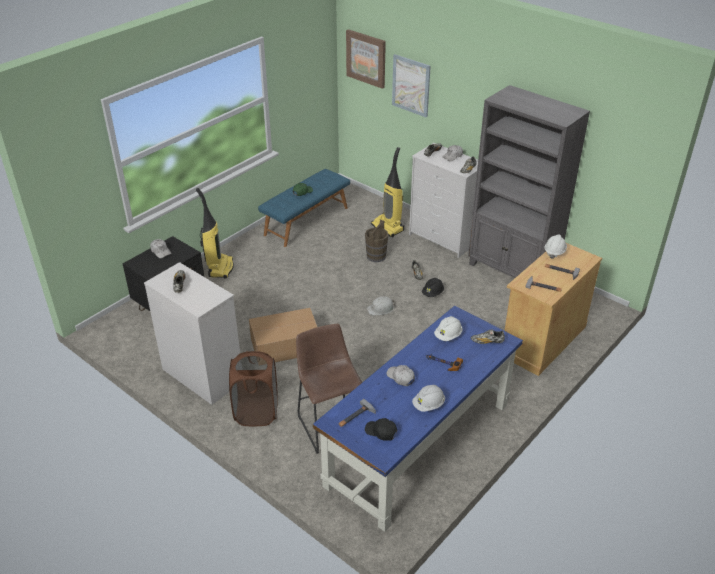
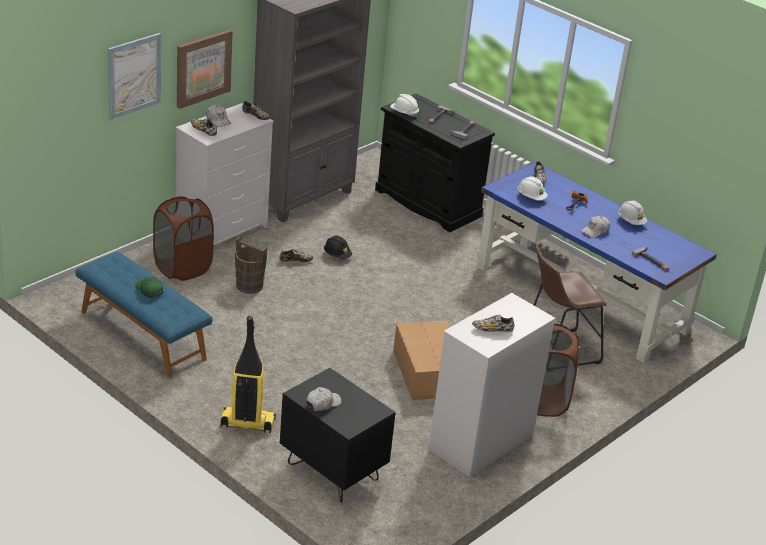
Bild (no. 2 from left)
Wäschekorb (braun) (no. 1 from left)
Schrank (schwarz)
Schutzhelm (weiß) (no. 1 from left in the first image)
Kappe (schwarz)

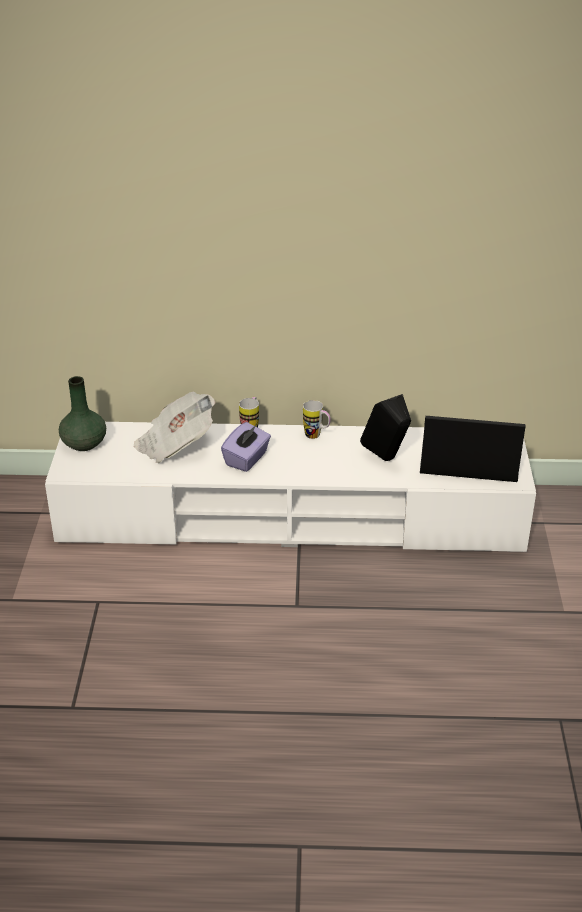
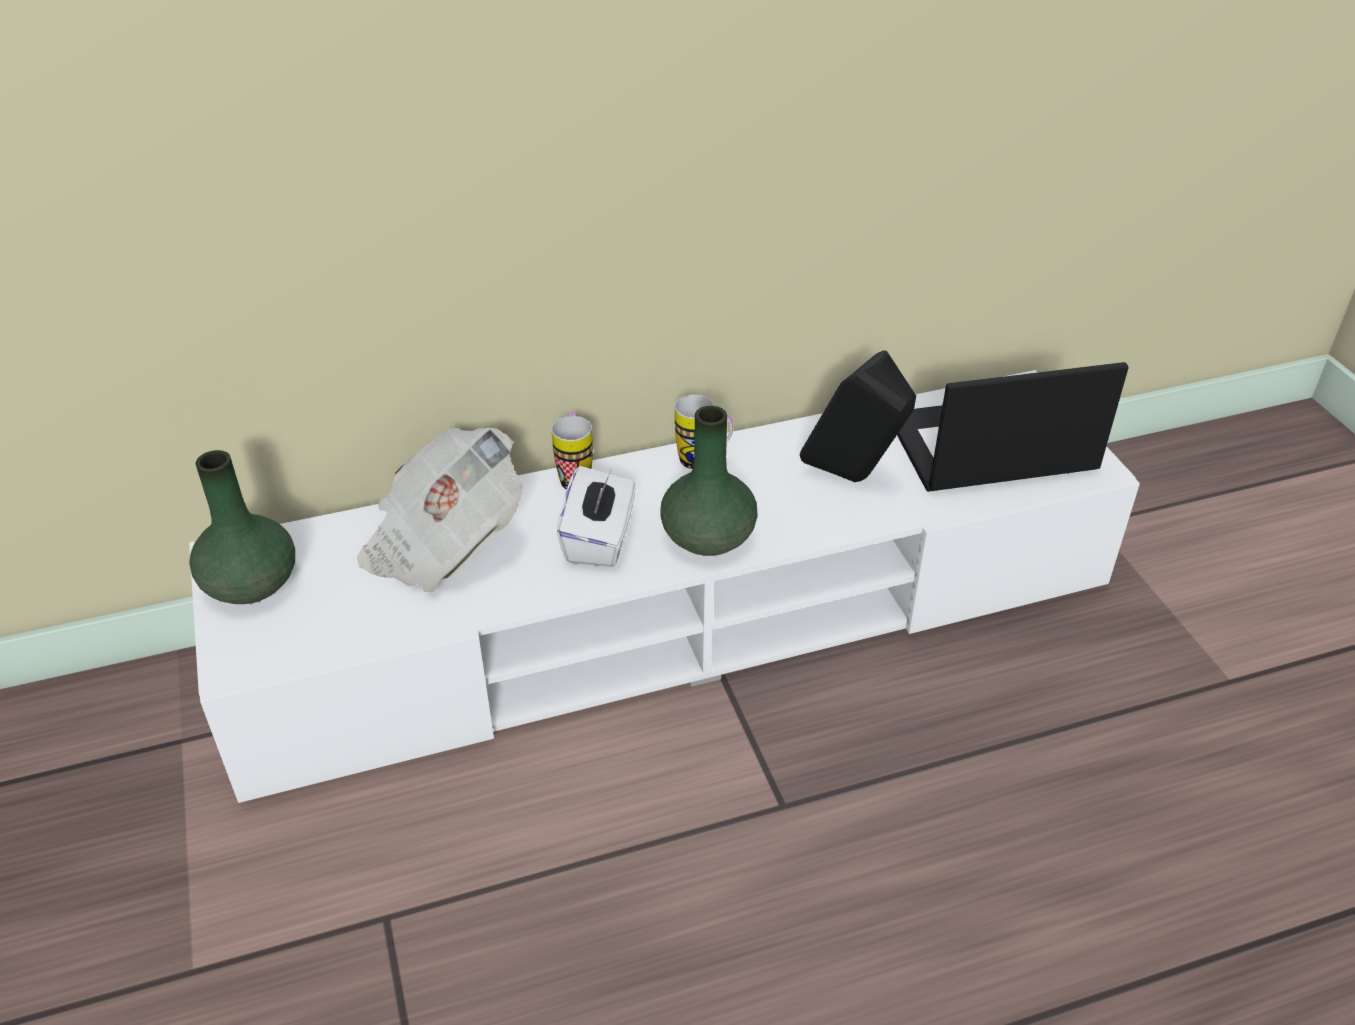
Taschentuchbox (weiß)
Vase (grün) (no. 2 from left)

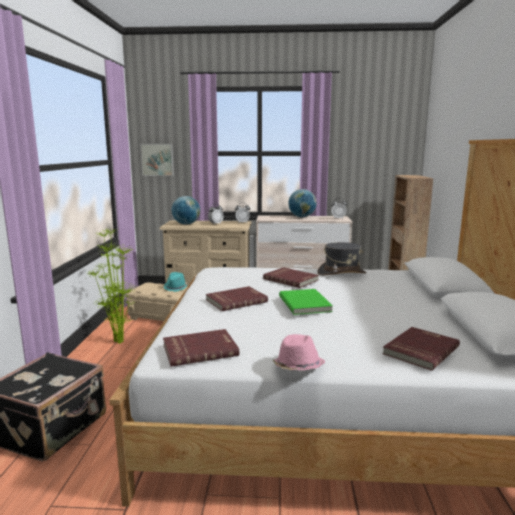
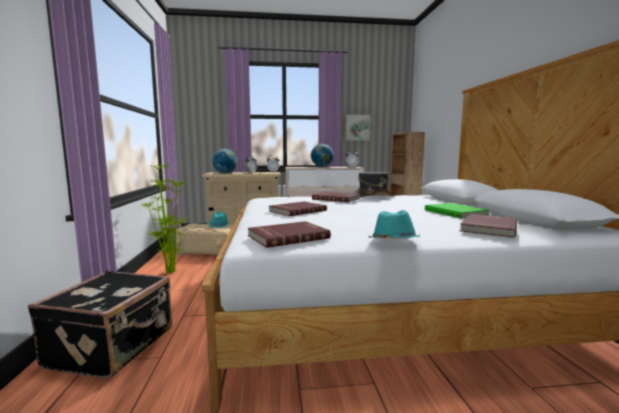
Bild
Buch (grün)
Hut (türkis) (no. 2 from left)

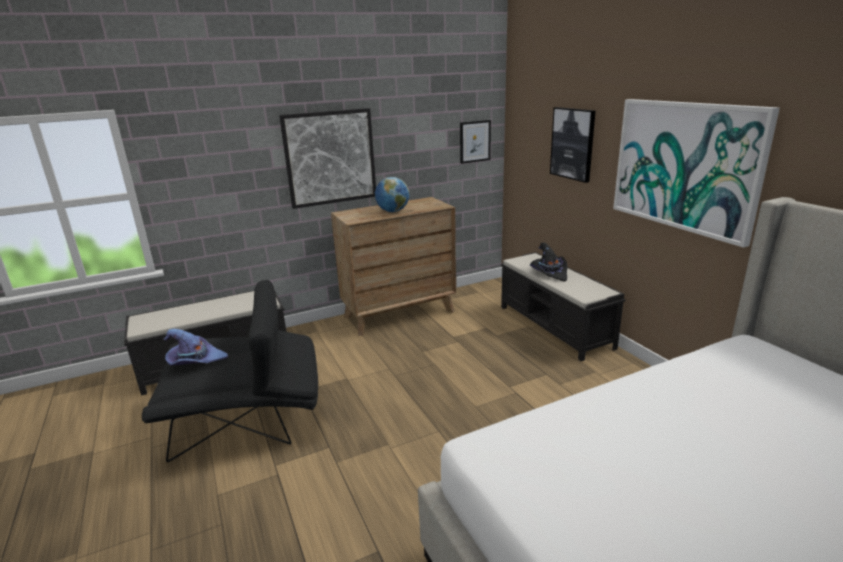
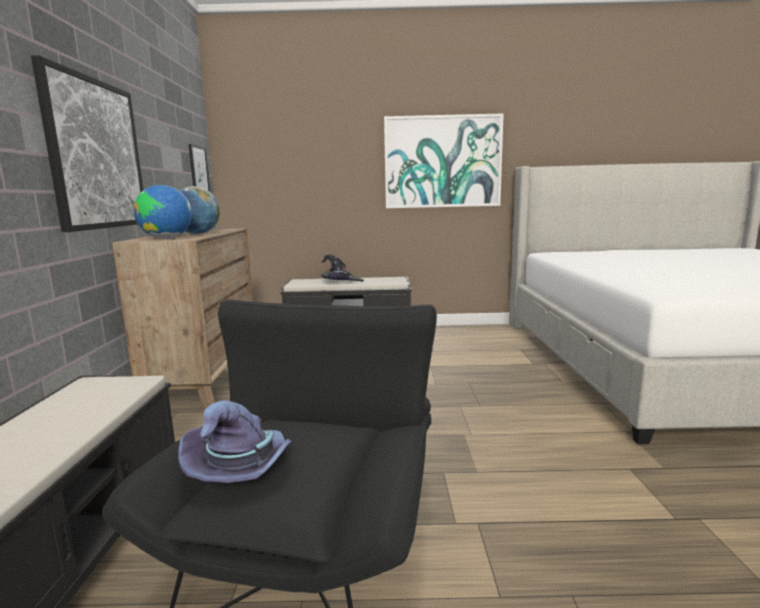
Bild (no. 3 from left in the first image)
Globus (no. 1 from left)

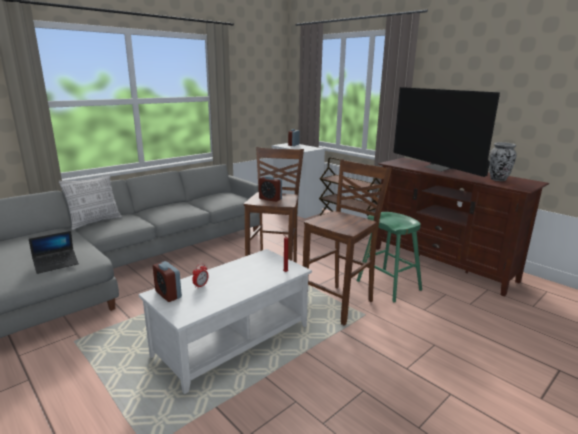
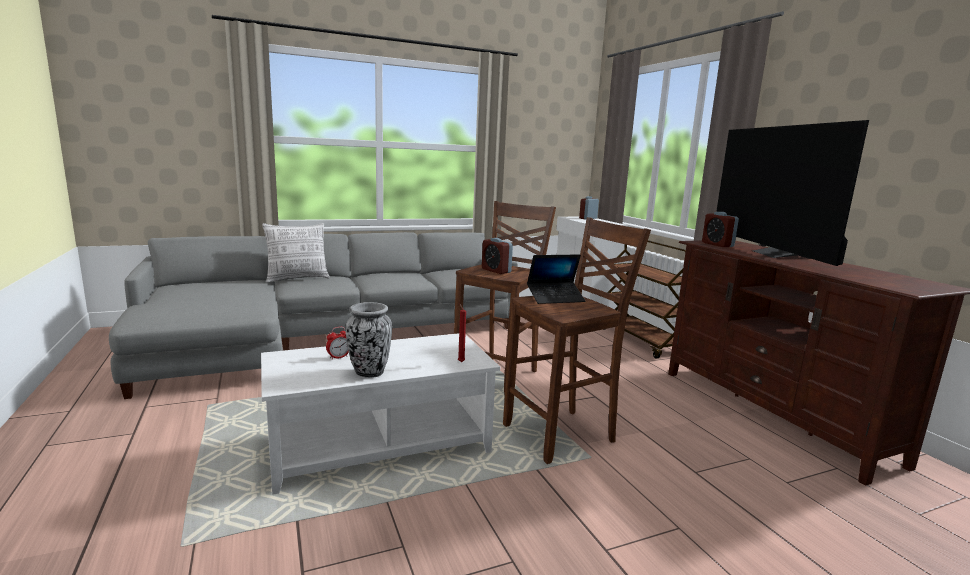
Vase
Hocker (grün)
Laptop
Wecker (no. 4 from left)

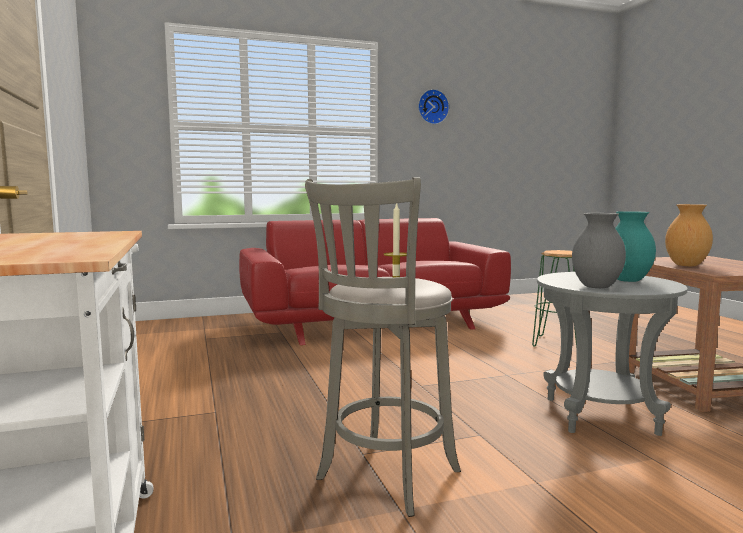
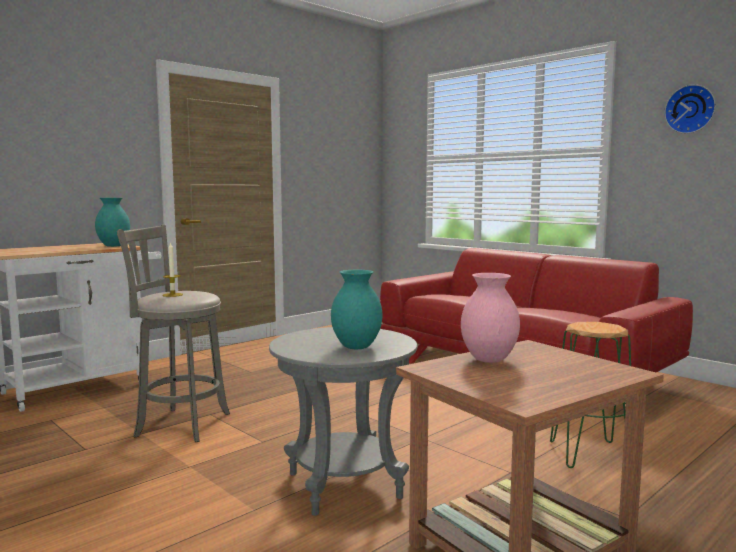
Vase (rosa)
Vase (grau)
Vase (türkis) (no. 1 from left)

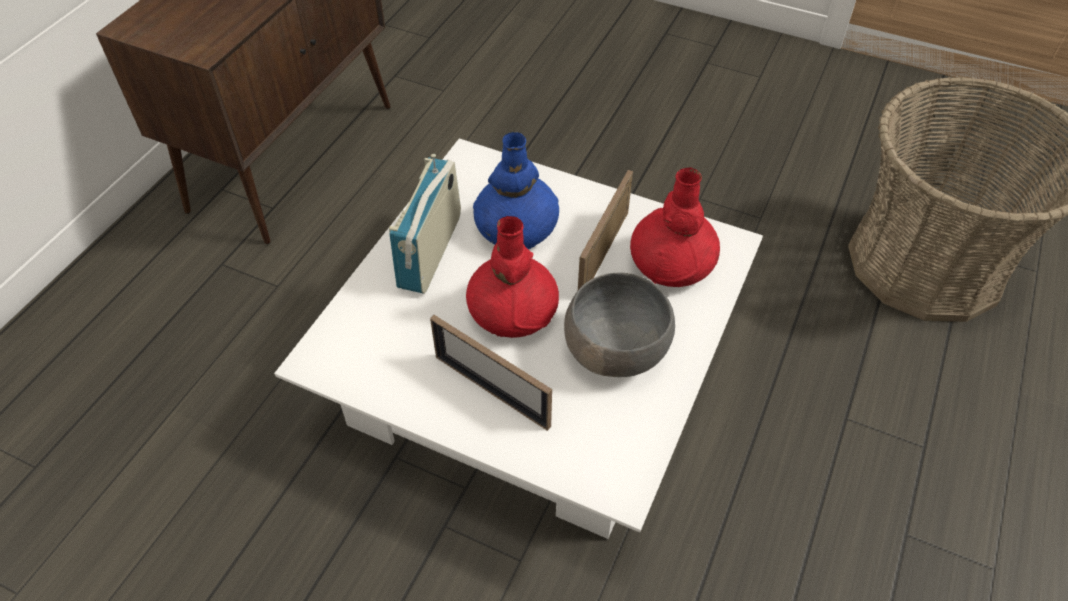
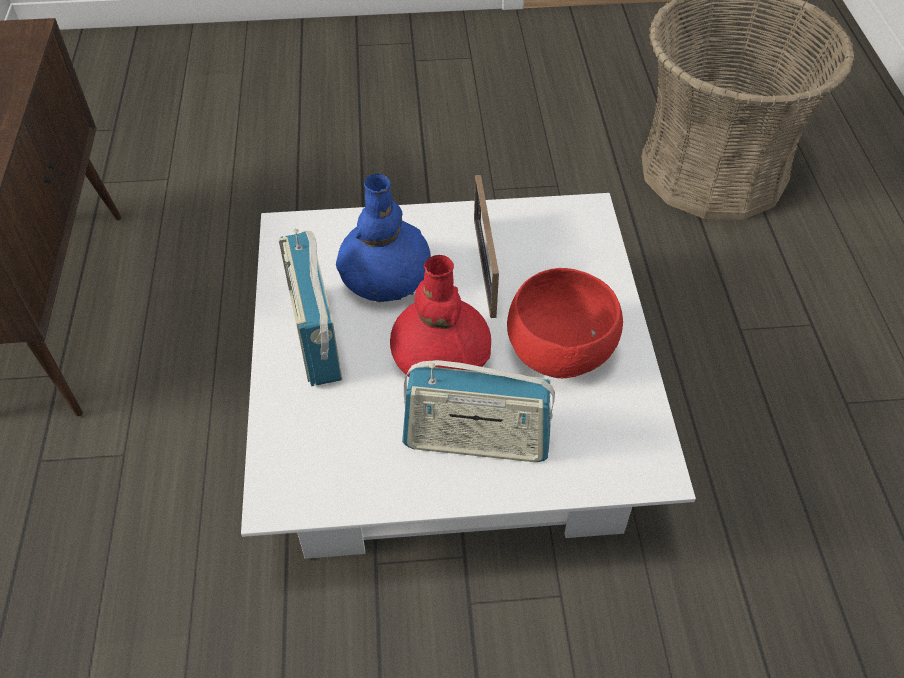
Vase (rot) (no. 2 from left in the first image)
Schüssel (rot)
Radio (no. 2 from left)

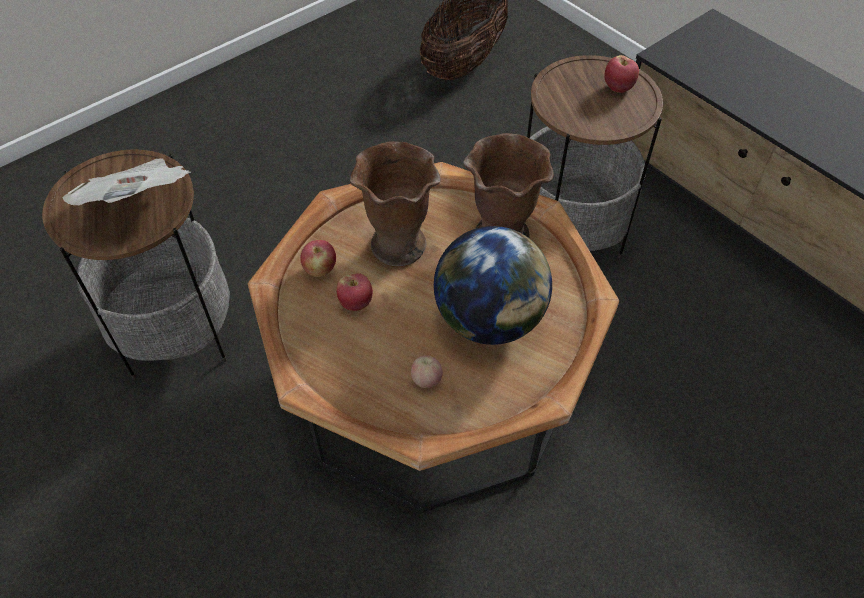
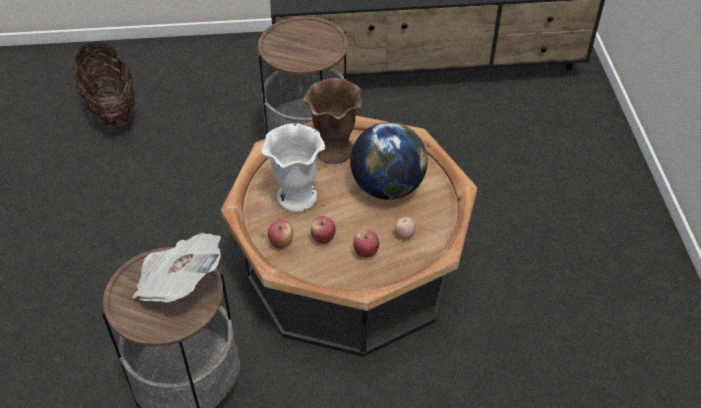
Apfel (no. 3 from left)
Vase (weiß)

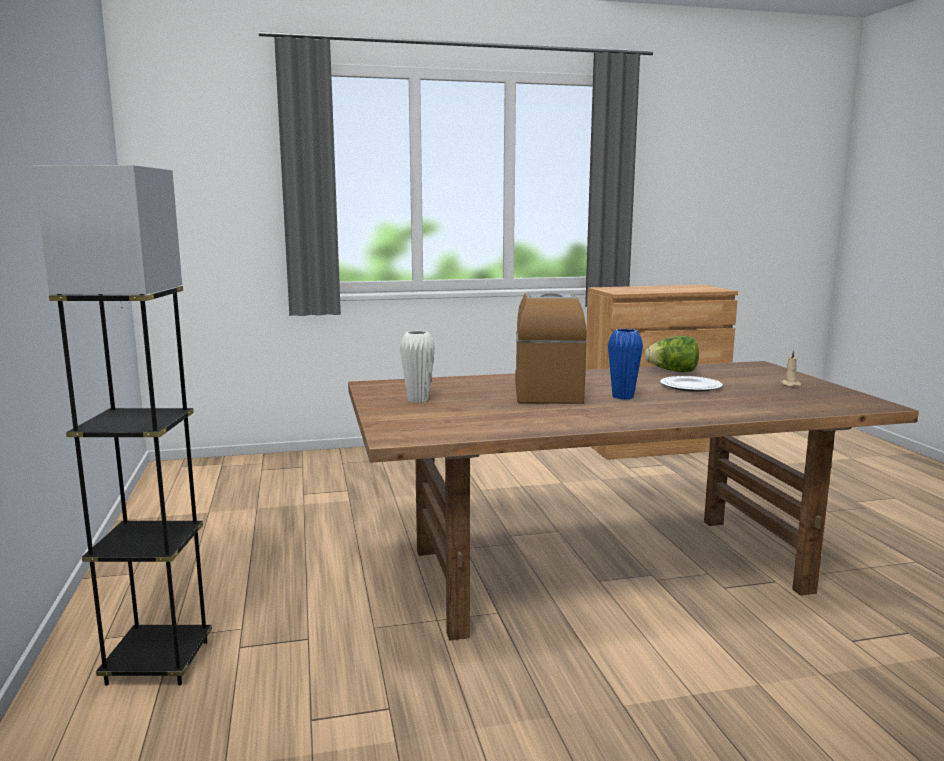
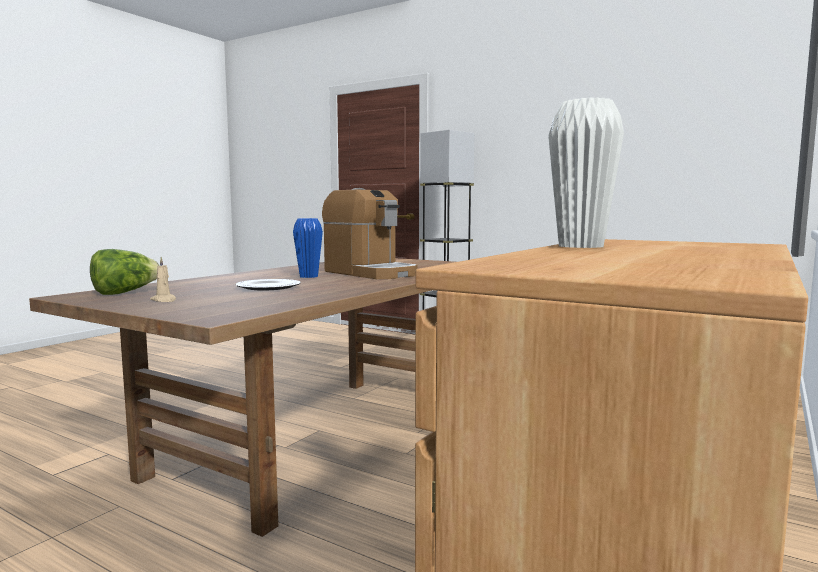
Vase (weiß)
Salatkopf

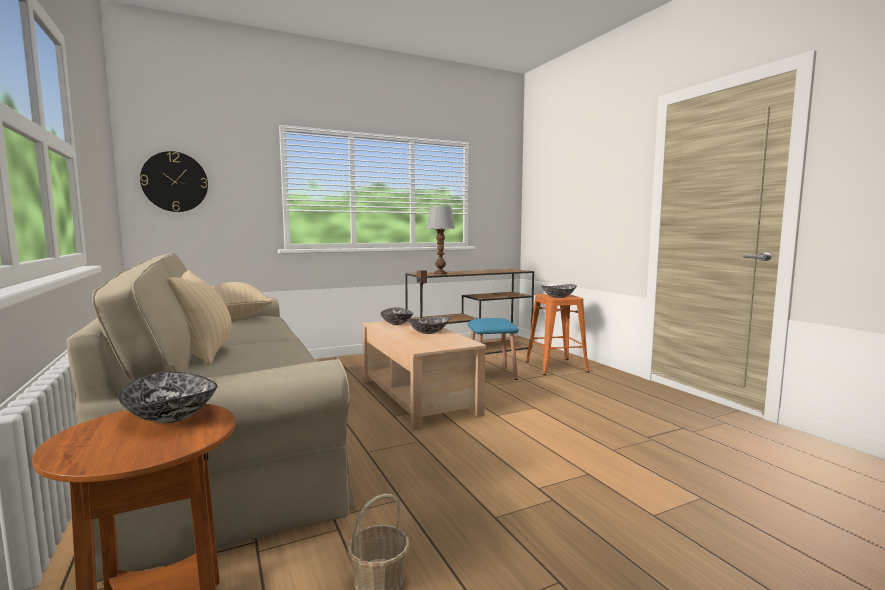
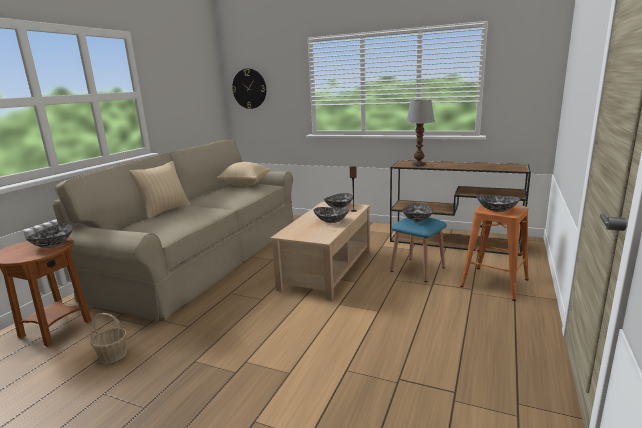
Schüssel (no. 4 from left)

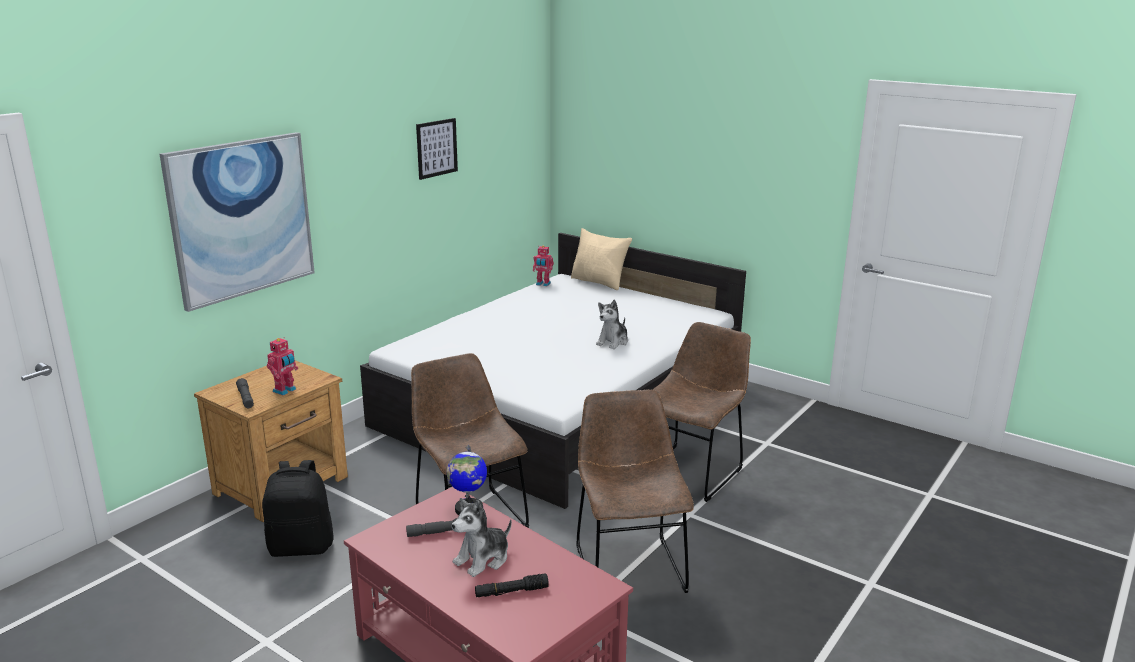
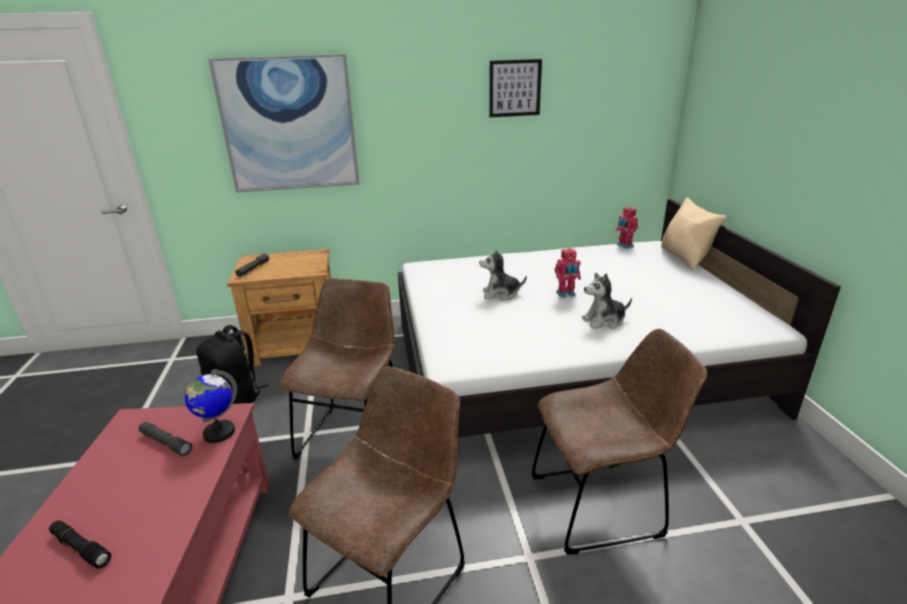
Spielzeugroboter (no. 1 from left)
Plüschtier (no. 1 from left)

